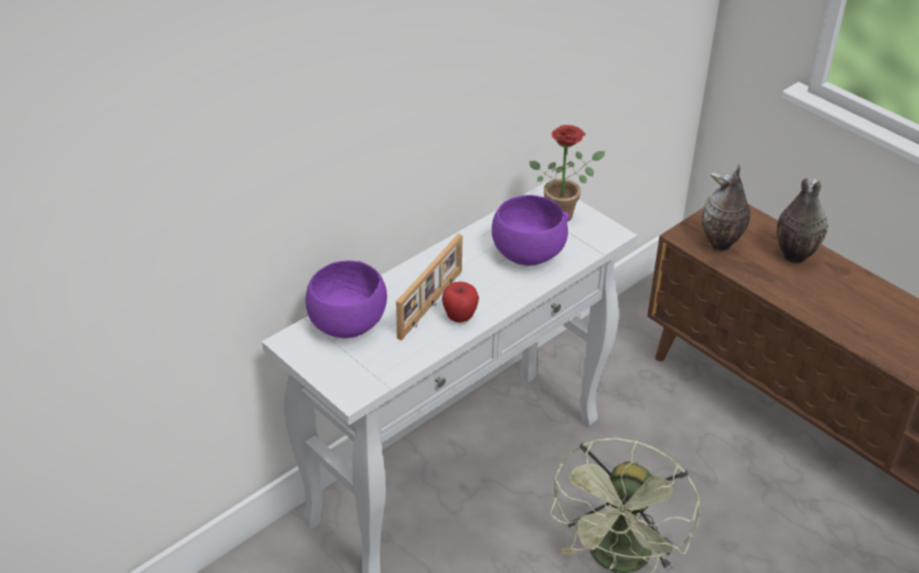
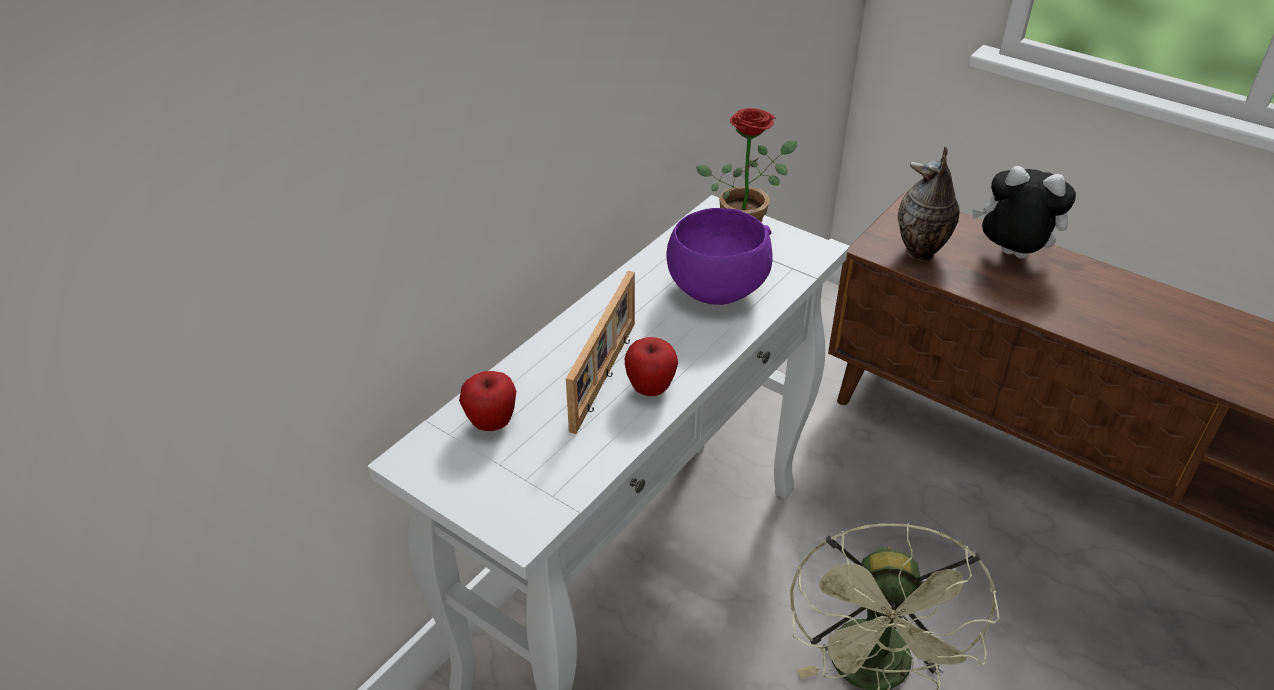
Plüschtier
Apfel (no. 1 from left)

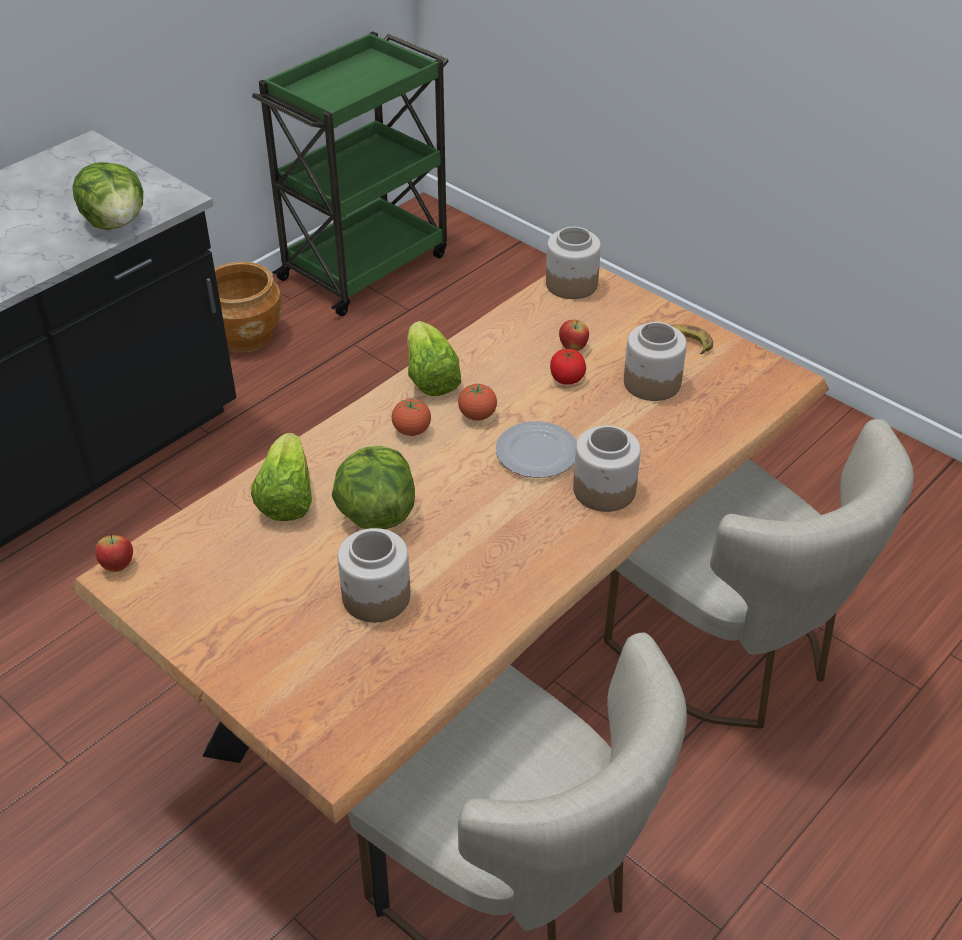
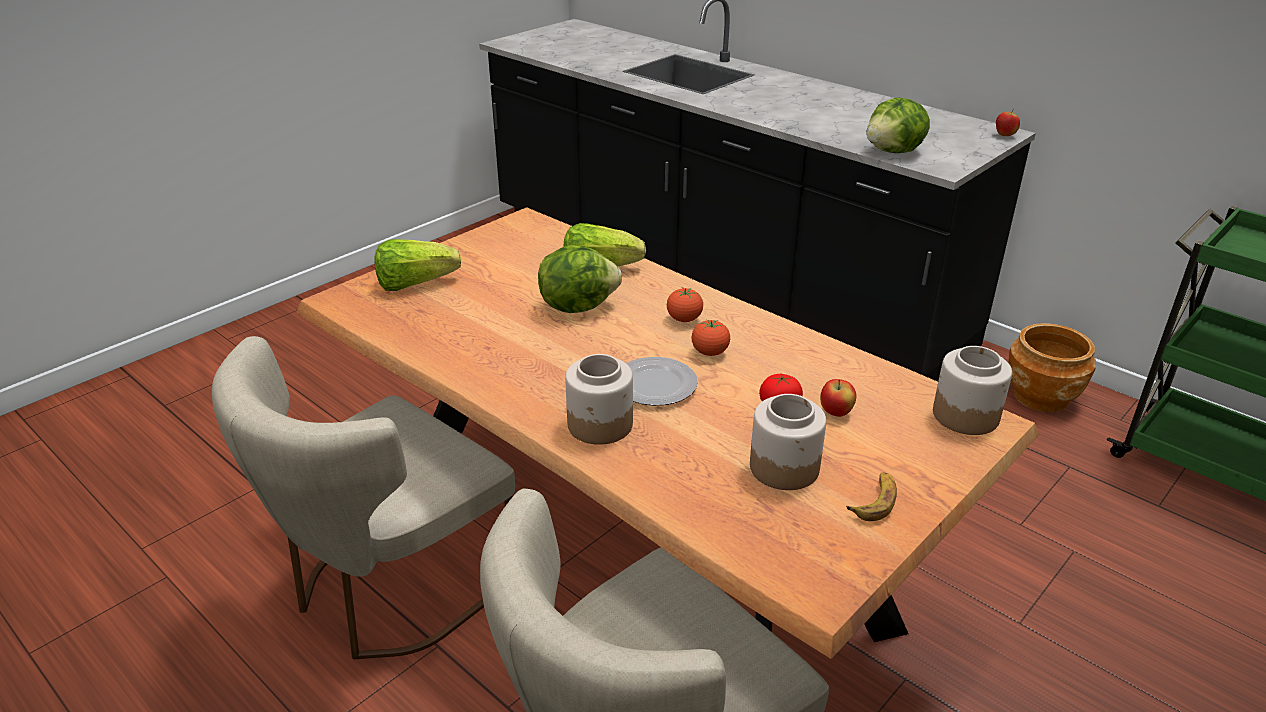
Salatkopf (no. 1 from left)
Vorratsglas (no. 1 from left in the first image)
Apfel (no. 2 from left)

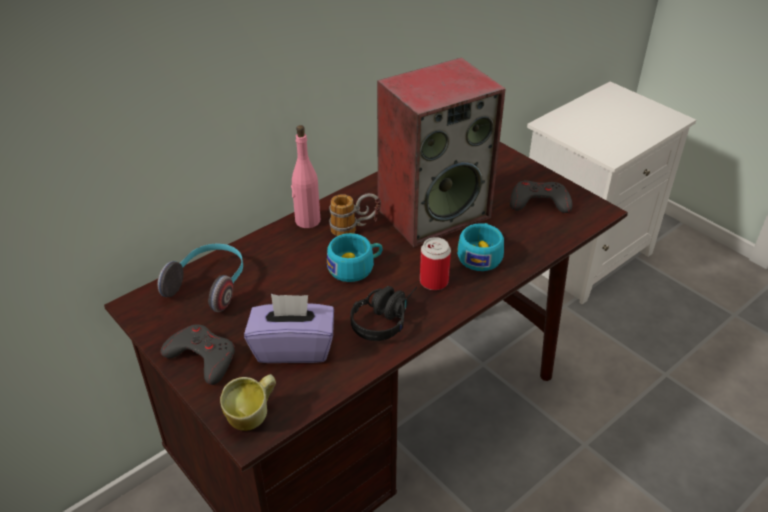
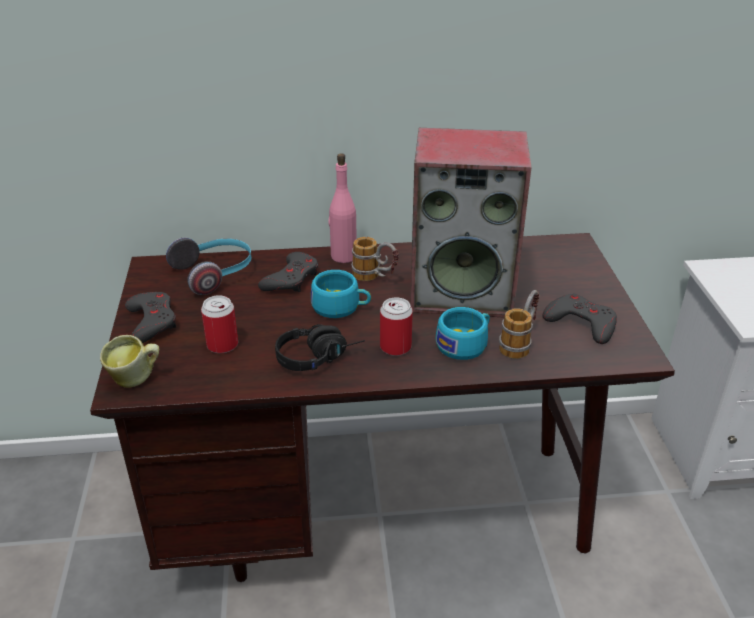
Dose (no. 1 from left)
Gamepad (grau) (no. 2 from left)
Henkelbecher (no. 3 from left)

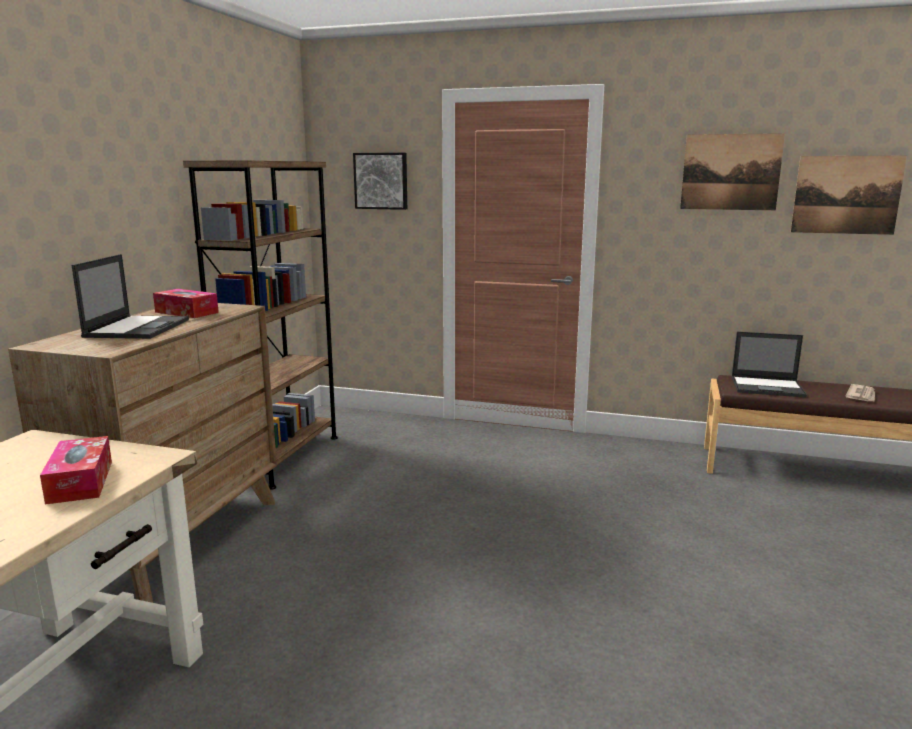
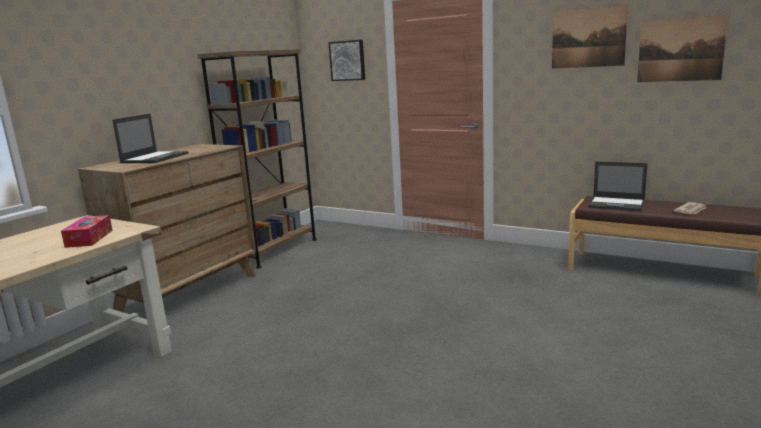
Taschentuchbox (no. 2 from left in the first image)

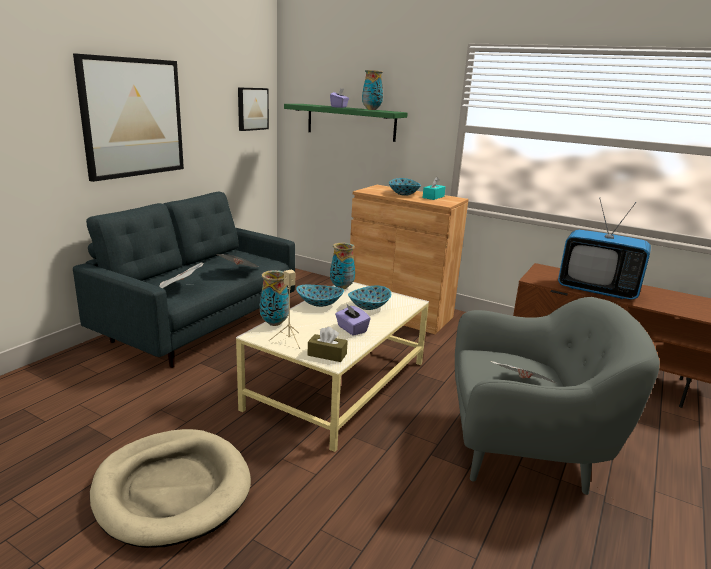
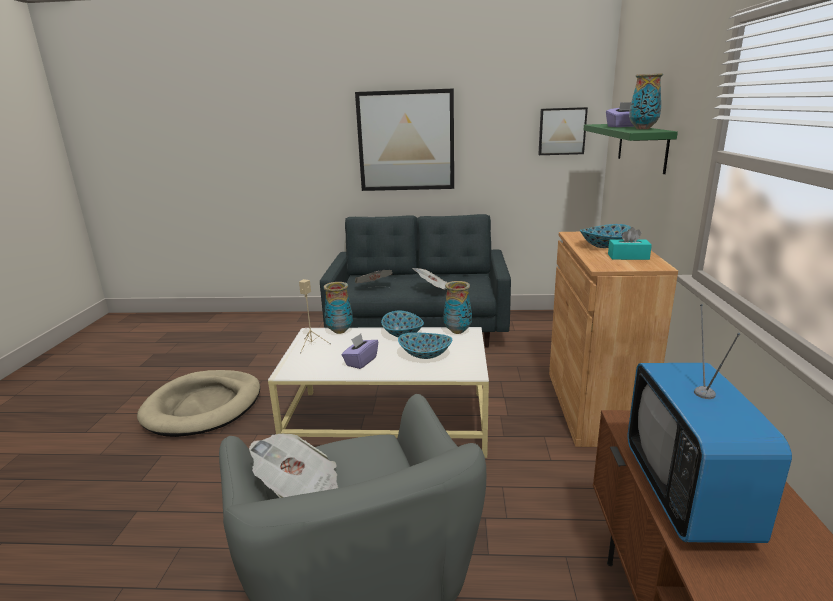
Taschentuchbox (braun)

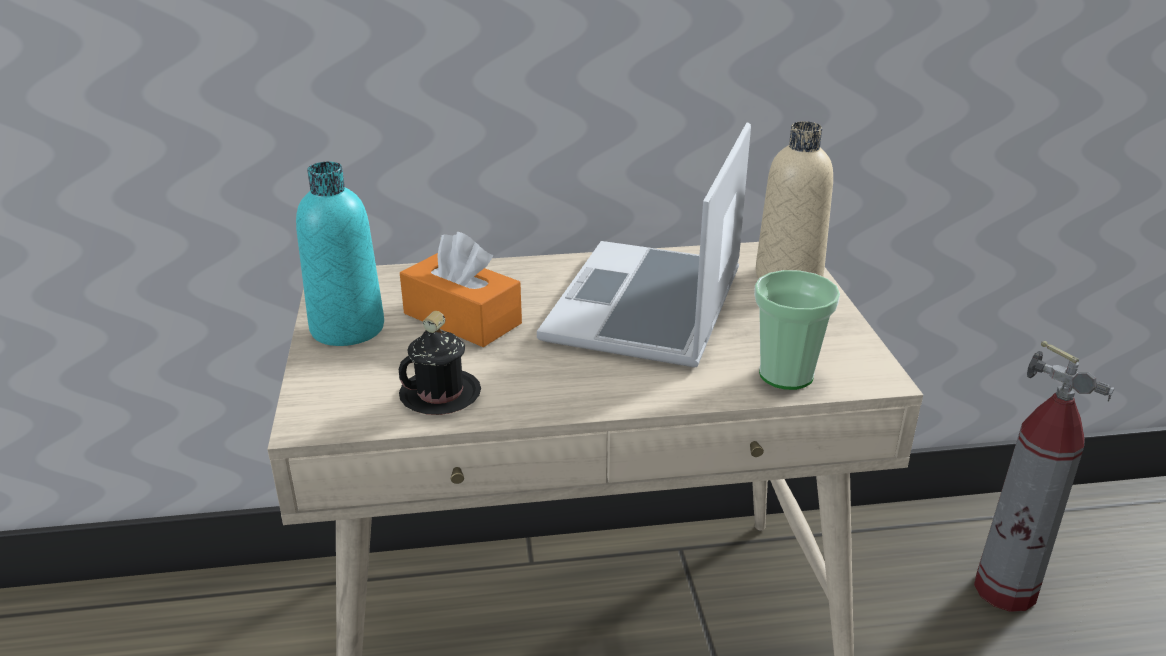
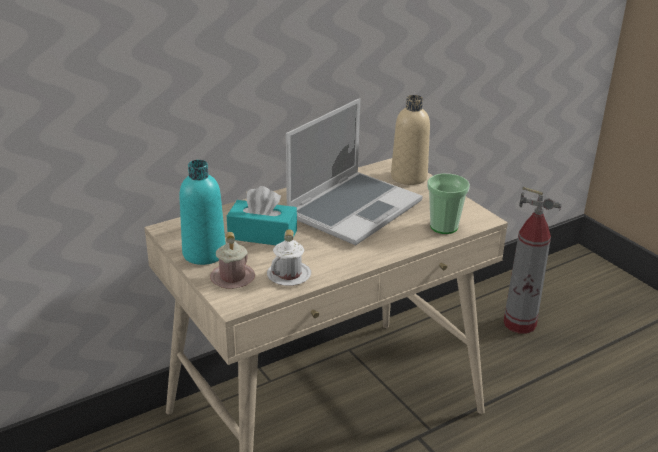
Laptop
Taschentuchbox (türkis)
Henkelbecher (weiß)
Henkelbecher (rosa)

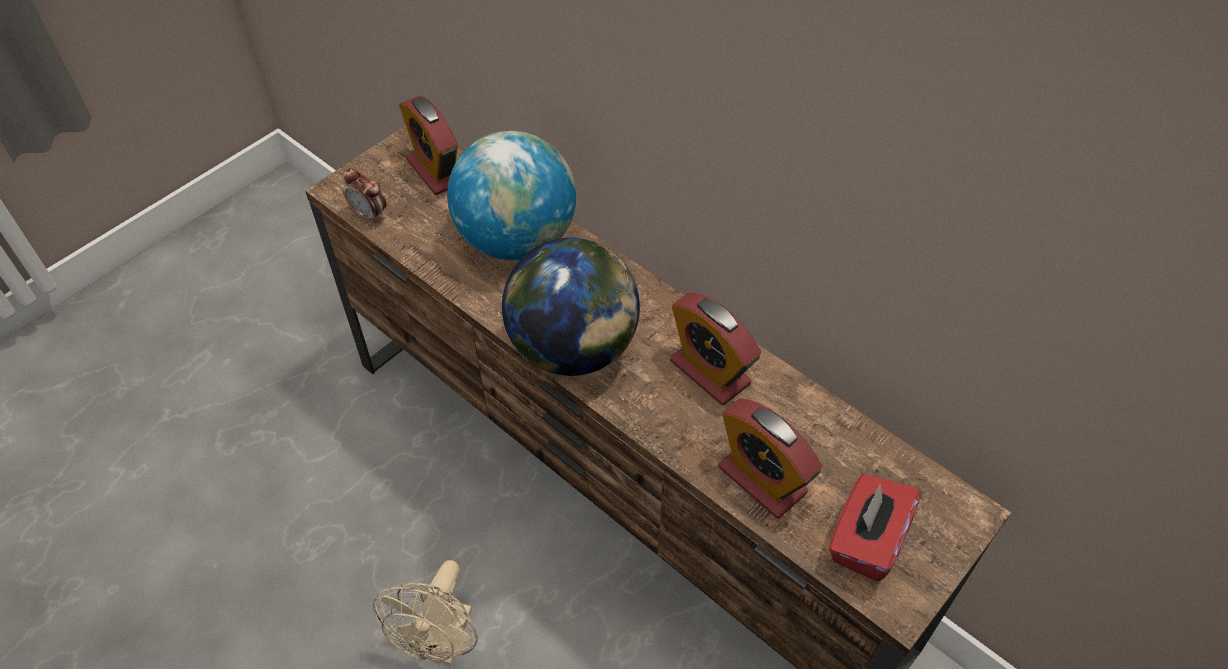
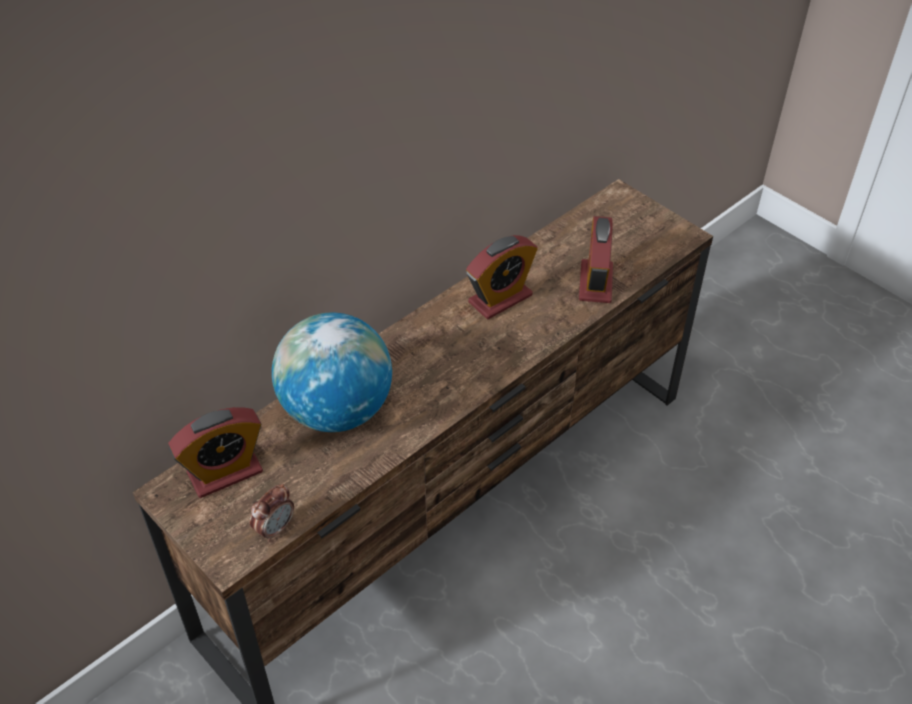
Globus (no. 2 from left in the first image)
Wecker (no. 4 from left)
Taschentuchbox (rot)
Ventilator (beige)

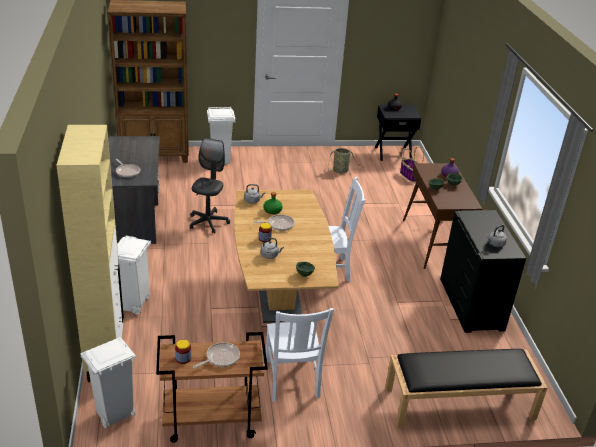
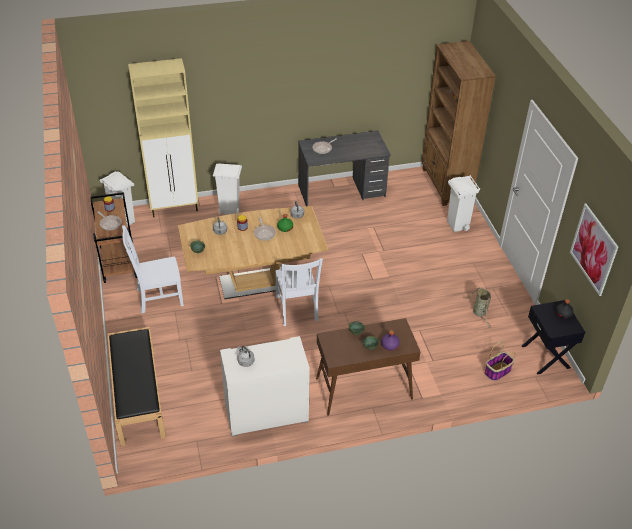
Bürostuhl (grau)
Kommode (weiß)
Bild

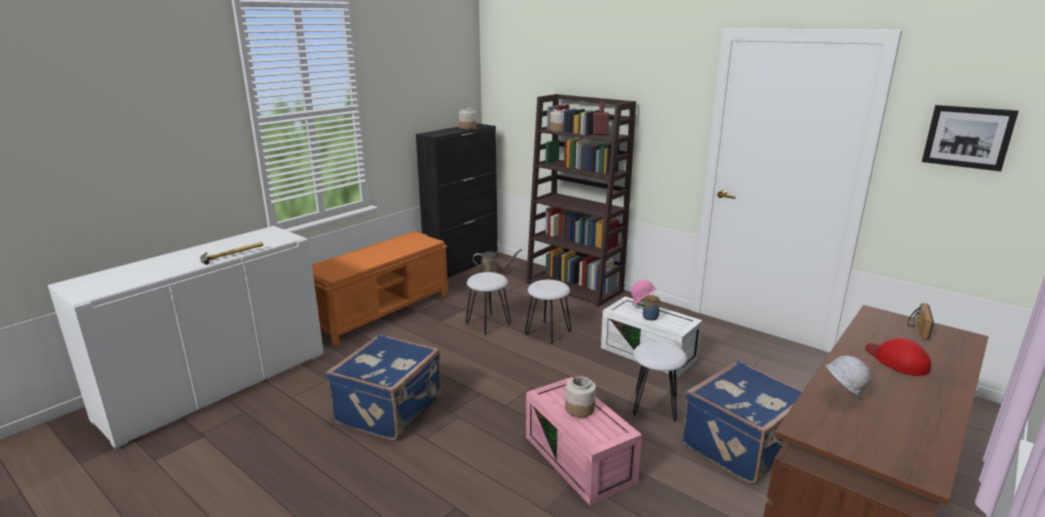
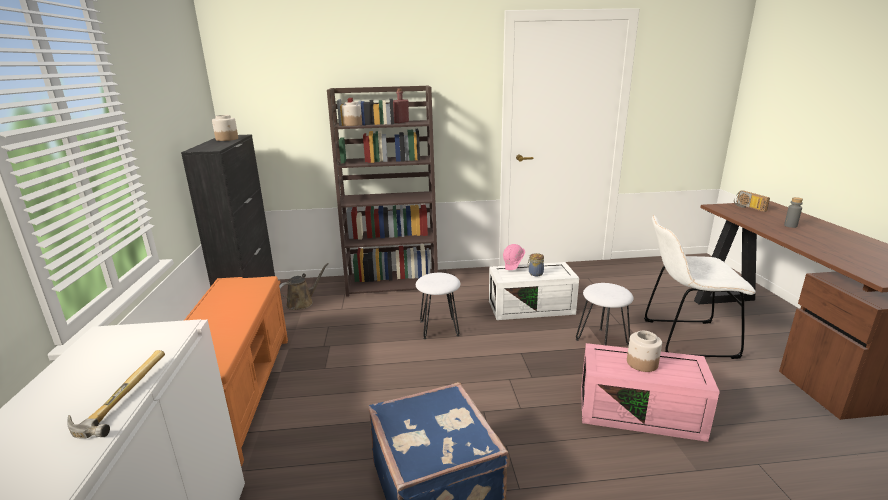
Bild
Hocker (weiß) (no. 1 from left in the first image)
Flasche (grau)
Schutzhelm (weiß)
Stuhl (weiß)

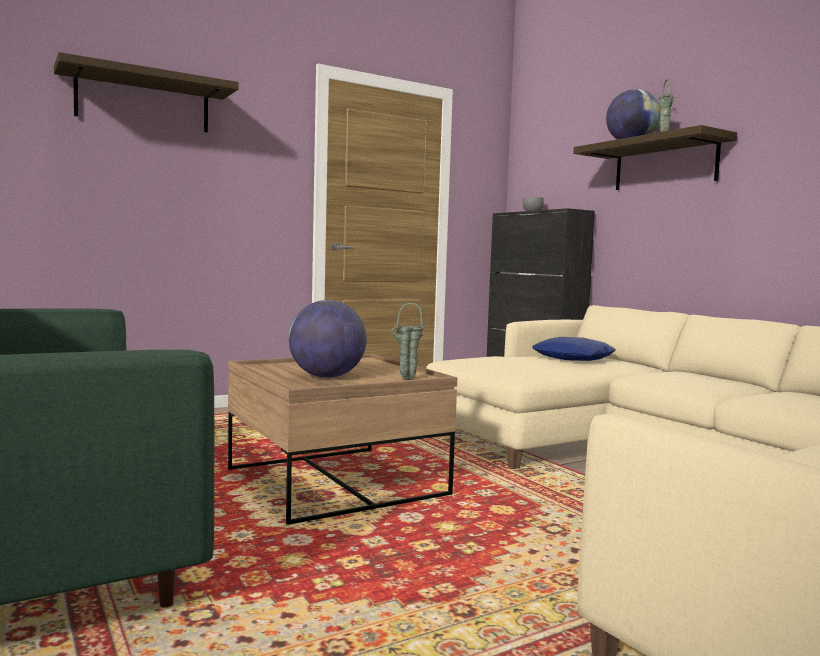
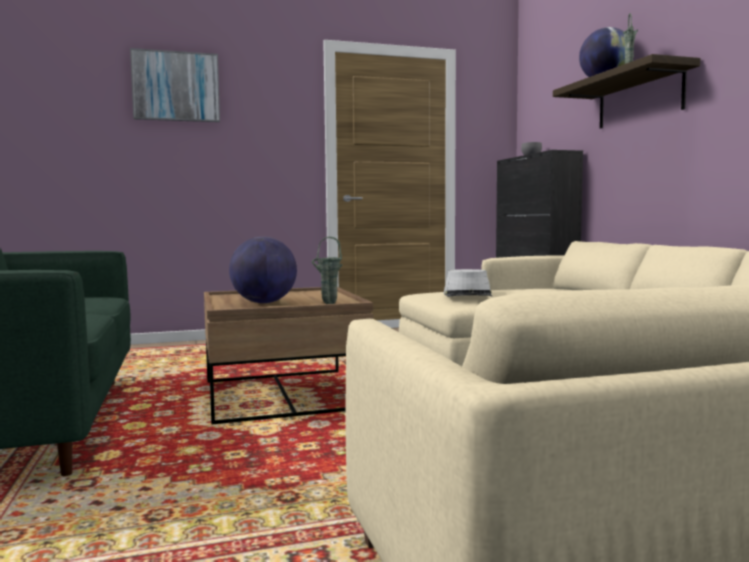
Bild
Kissen (blau)
Hut (grau)

